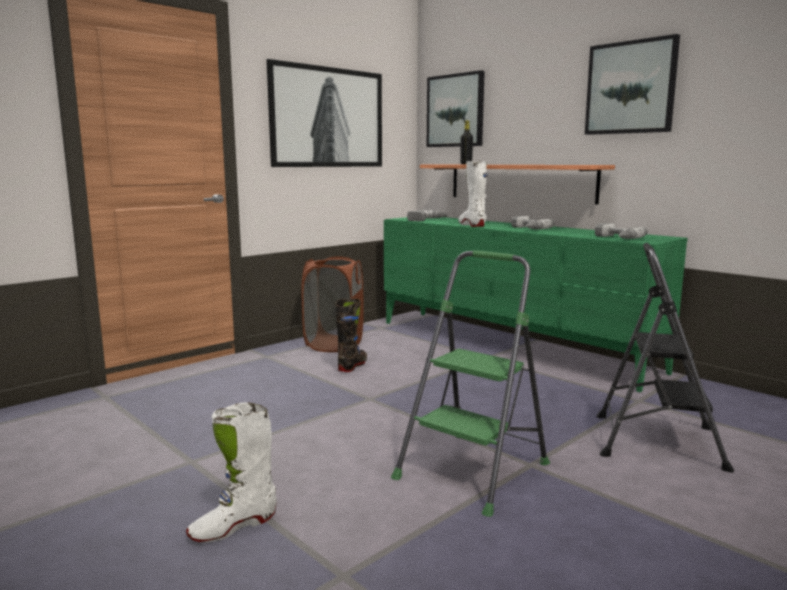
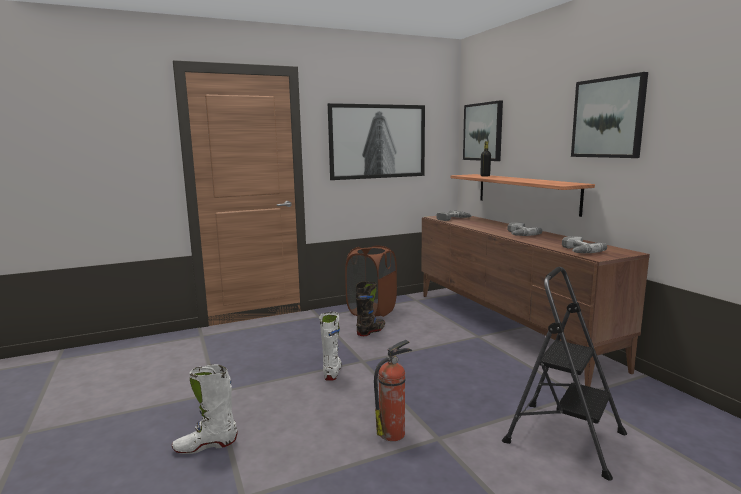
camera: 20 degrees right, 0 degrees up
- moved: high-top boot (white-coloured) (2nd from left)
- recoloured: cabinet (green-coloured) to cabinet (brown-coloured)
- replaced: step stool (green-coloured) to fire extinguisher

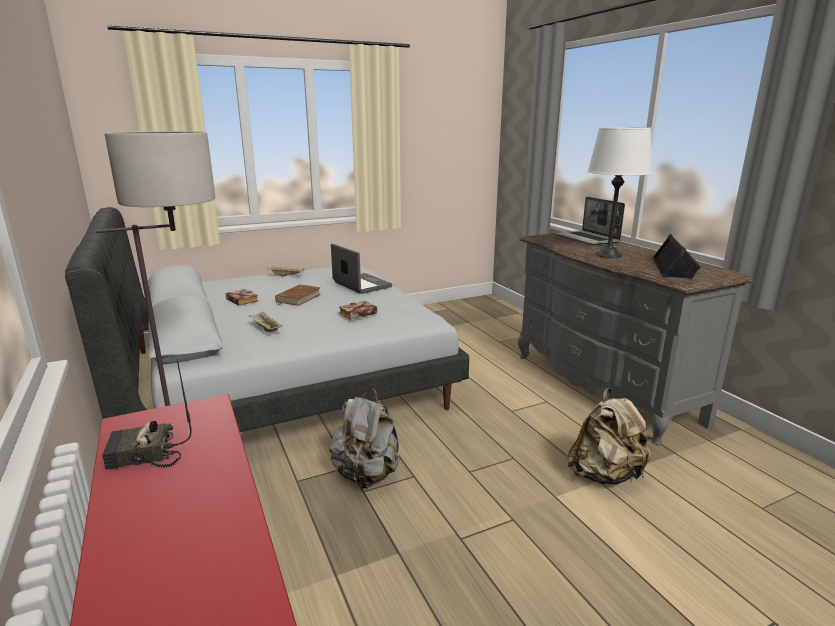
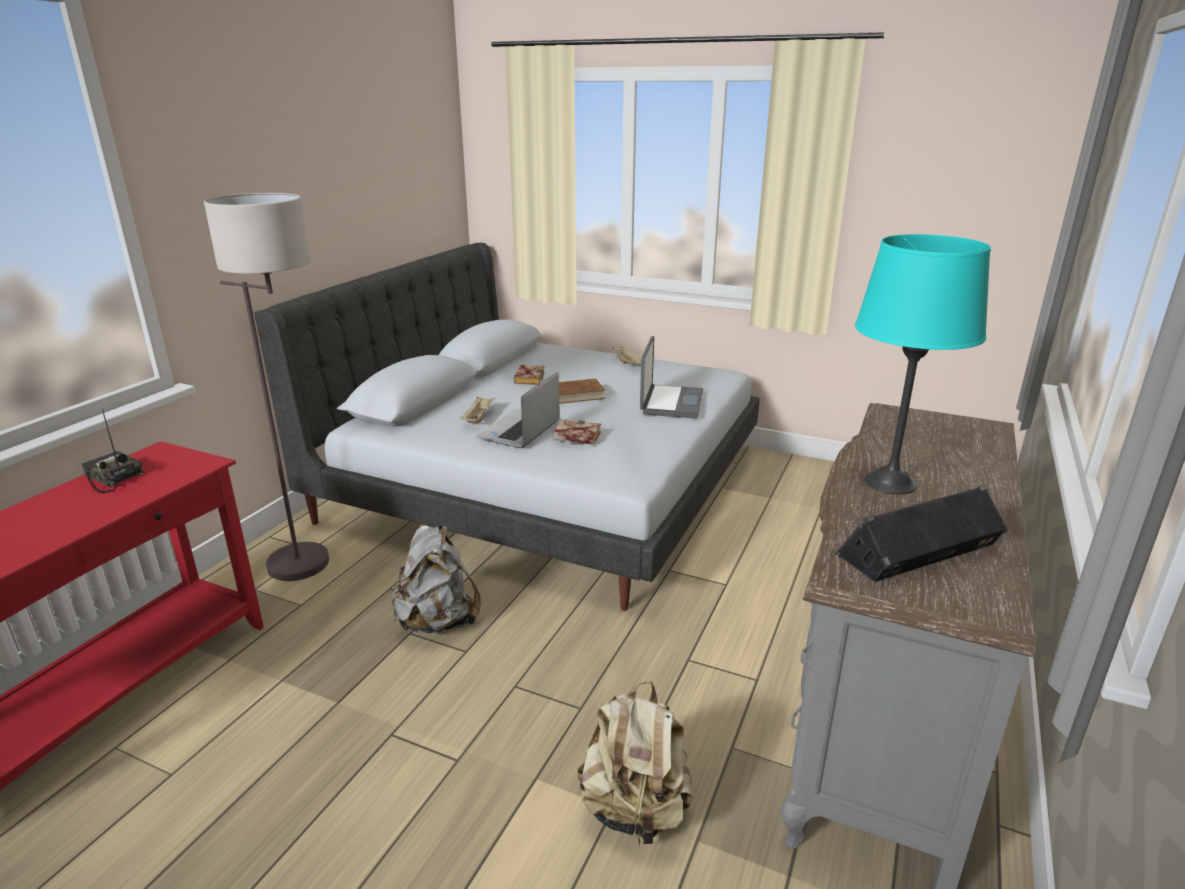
camera: 50 degrees right, 5 degrees up
- recoloured: lamp for a table (white-coloured) to lamp for a table (turquoise)
- moved: notebook computer (2nd from left in the first image) to notebook computer (1st from left)

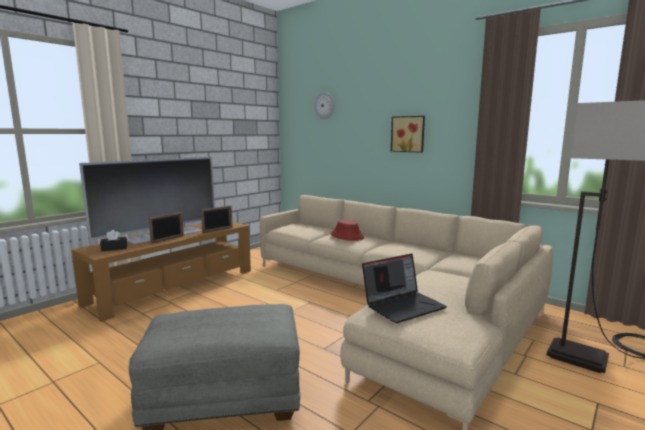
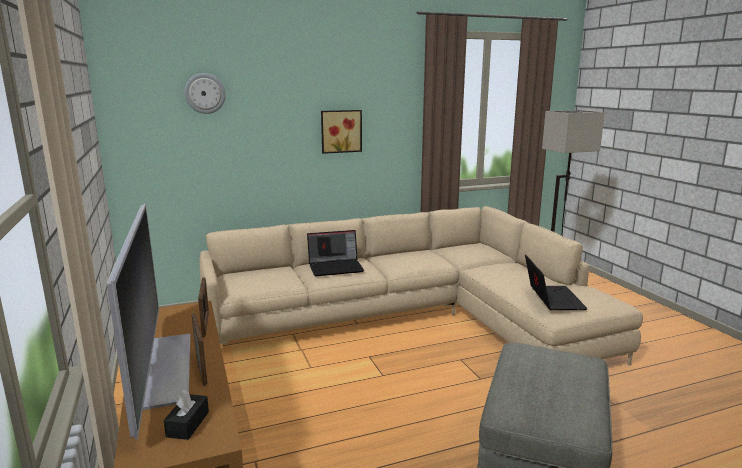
camera: 60 degrees left, 5 degrees up
- replaced: clothing hat (red-coloured) to notebook computer (1st from left)

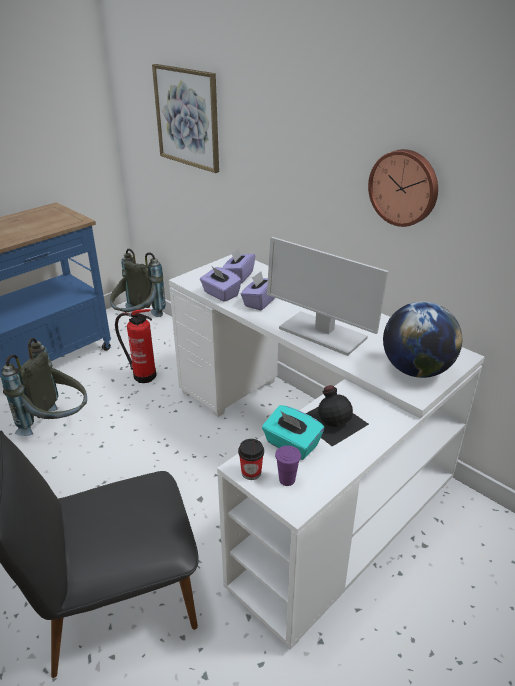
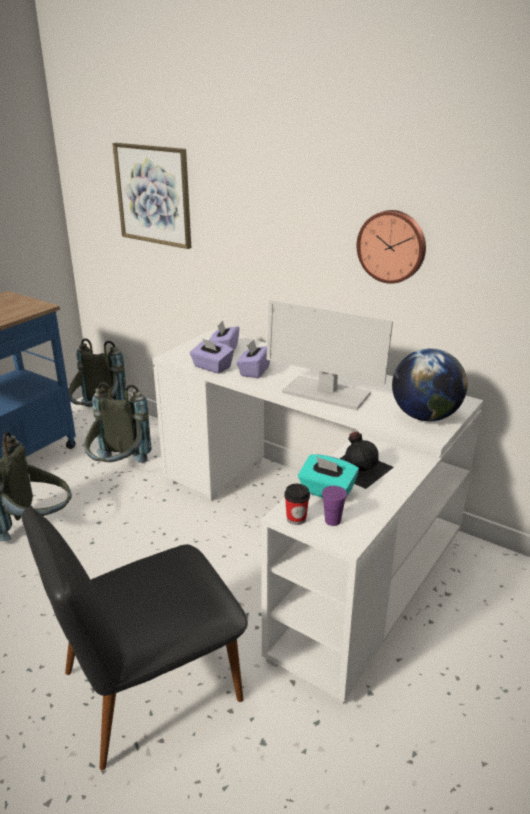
camera: 10 degrees left, 5 degrees down
- replaced: fire extinguisher to rucksack (grey) (3rd from left)

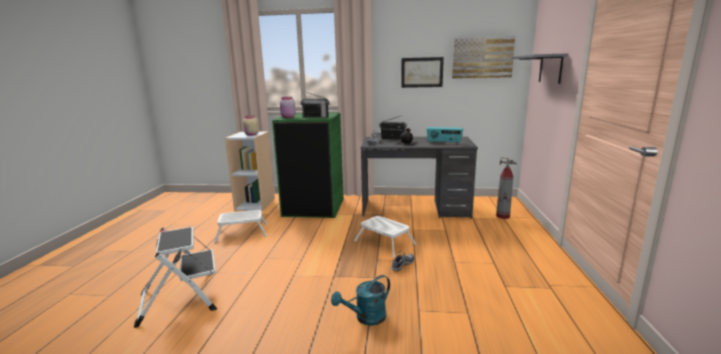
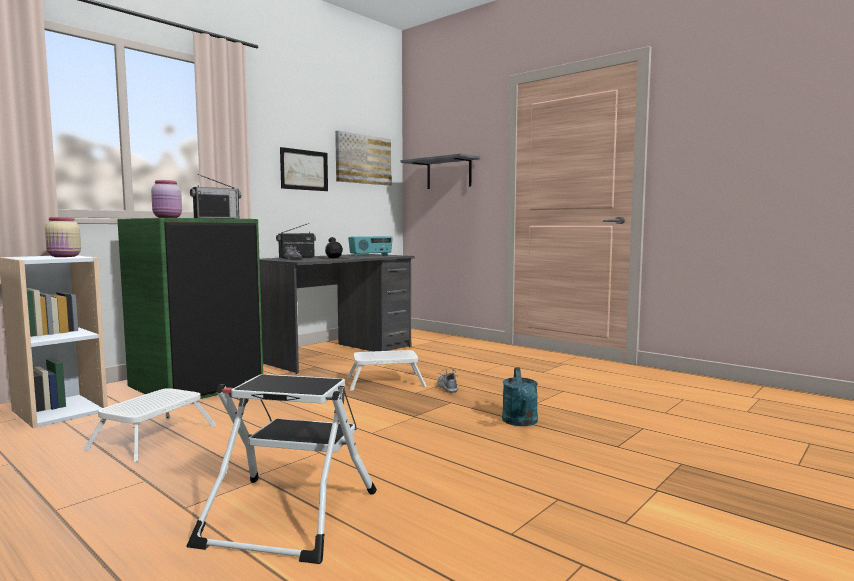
camera: 55 degrees left, 10 degrees down
- removed: fire extinguisher

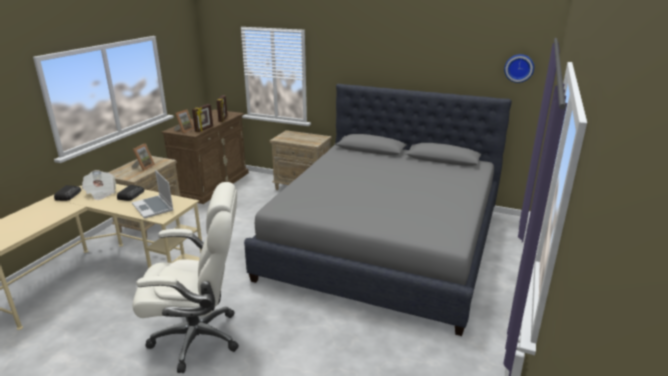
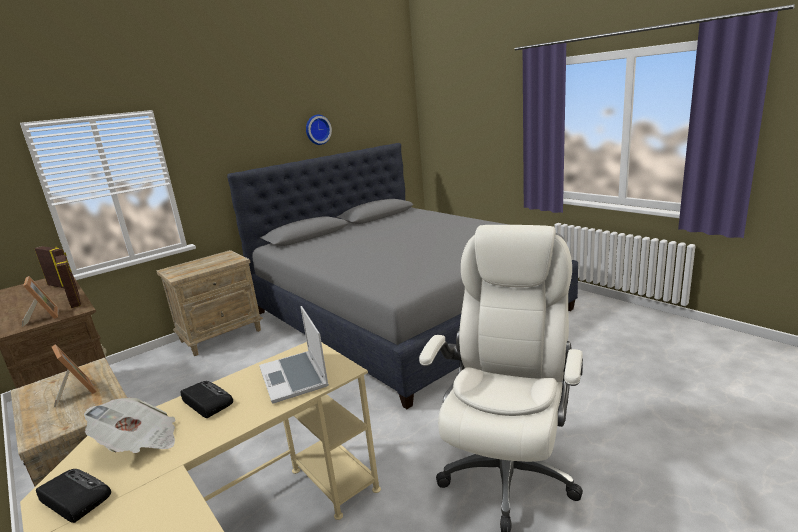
camera: 60 degrees left, 5 degrees down
- moved: wall clock
- turned: notebook computer 75 degrees clockwise

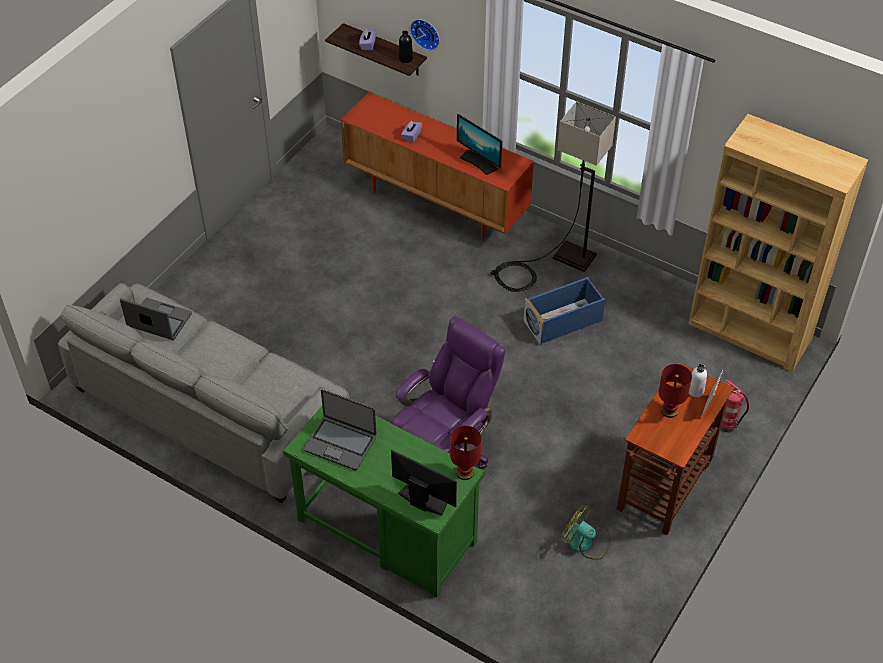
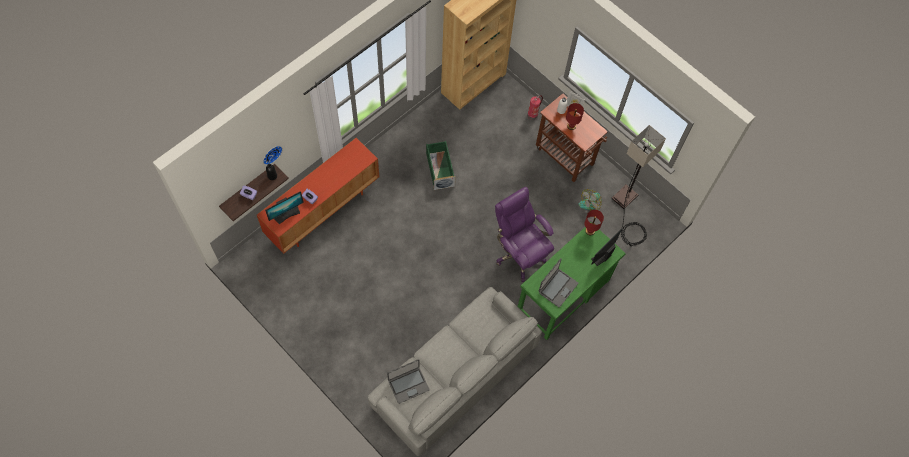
camera: 80 degrees left, 15 degrees up
- moved: standard lamp
- moved: computer screen (2nd from left in the first image) to computer screen (1st from left)
- recoloured: storage bin (blue) to storage bin (green-coloured)
- turned: notebook computer (1st from left) 150 degrees counterclockwise

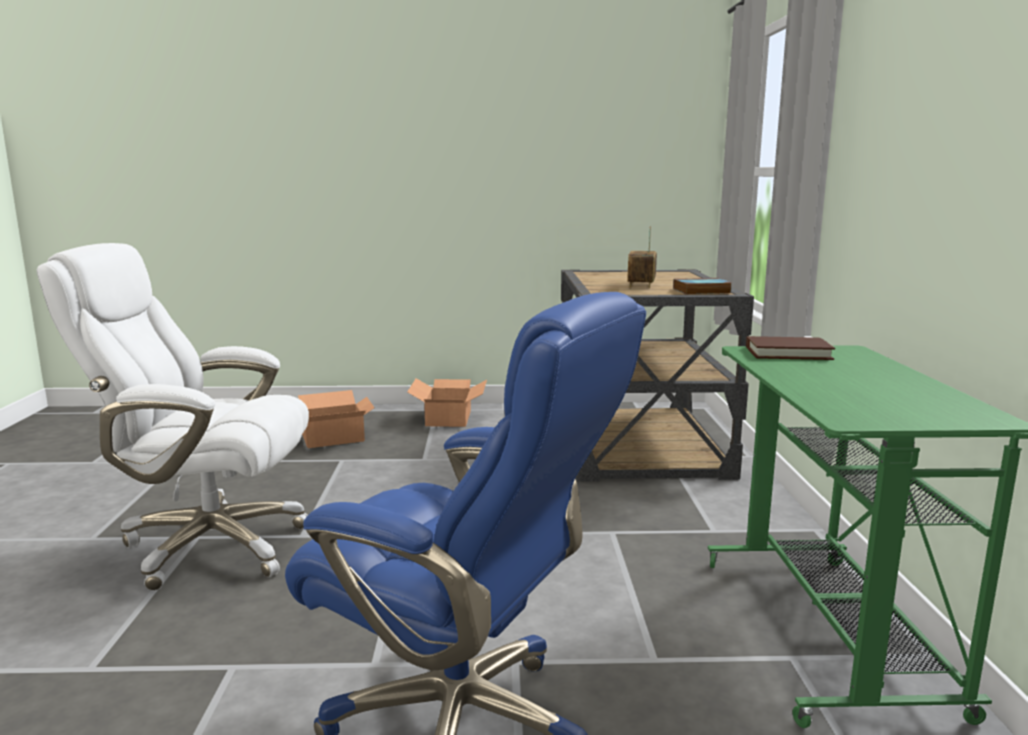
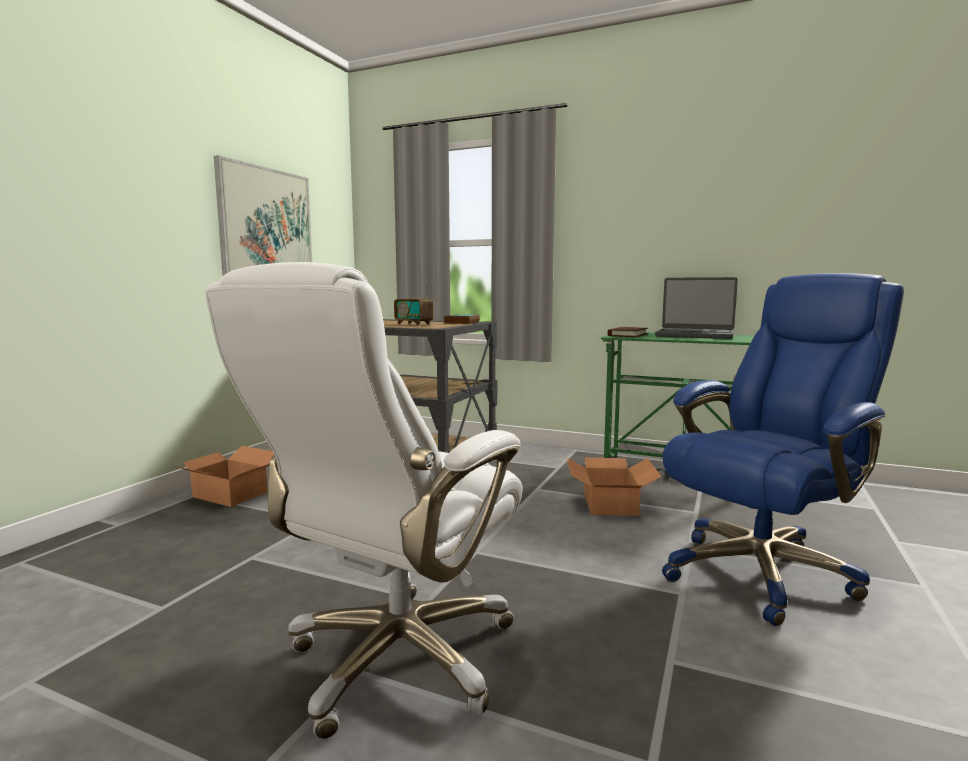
camera: 65 degrees left, 5 degrees down
- moved: carton (1st from left in the first image) to carton (2nd from left)
- added: wall picture
- added: notebook computer

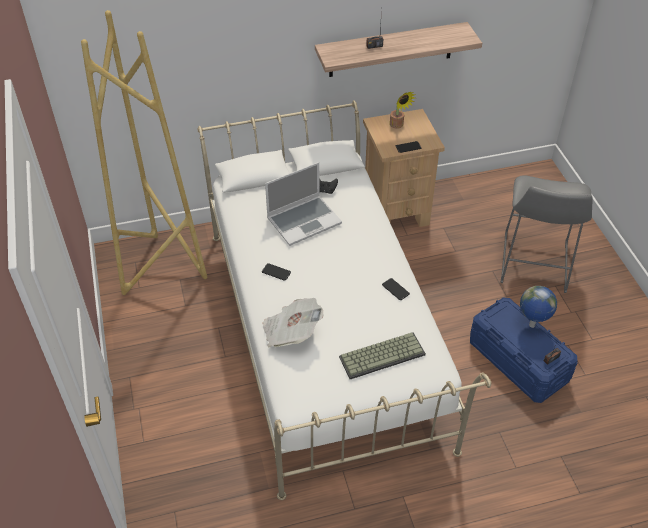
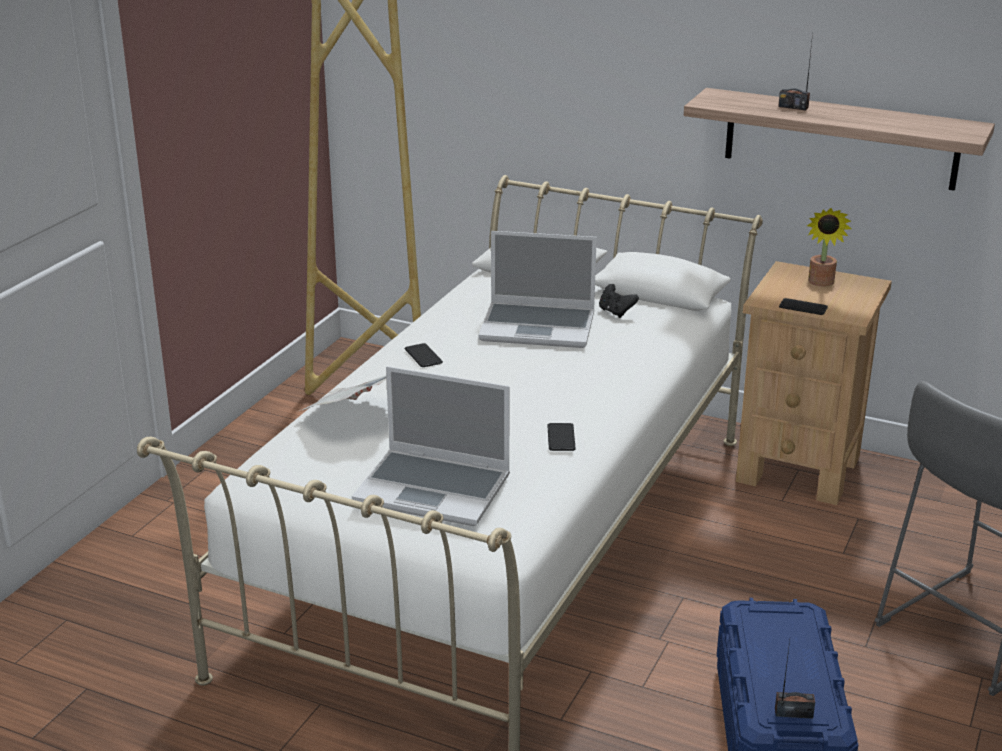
camera: 40 degrees right, 20 degrees down
- removed: desk globe
- replaced: computer keyboard to notebook computer (1st from left)

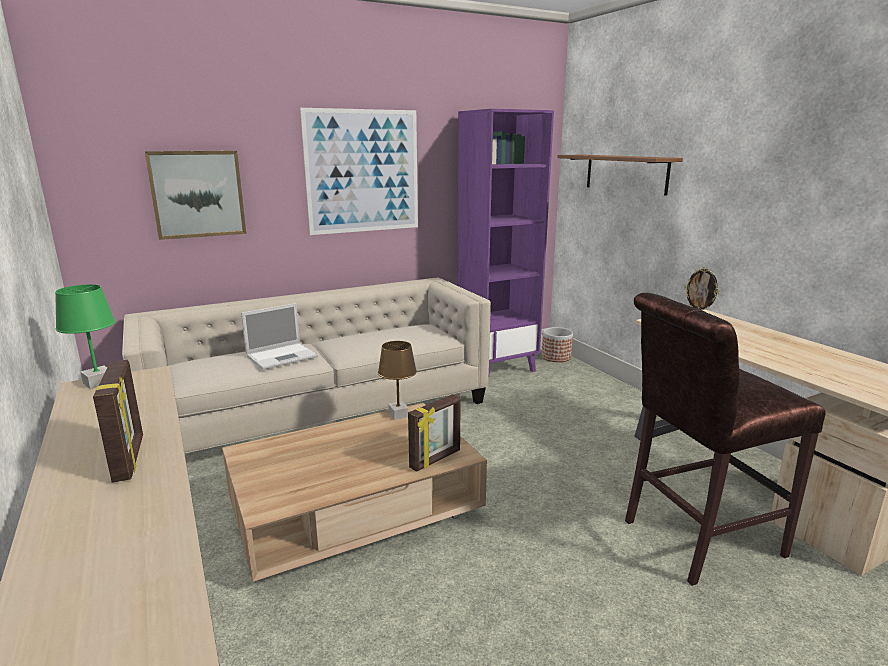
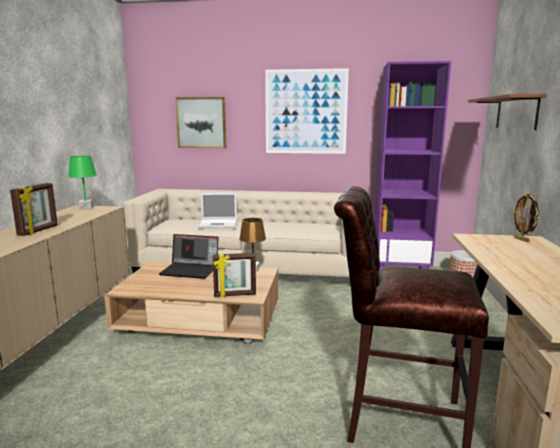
camera: 35 degrees right, 5 degrees down
- added: notebook computer (1st from left)

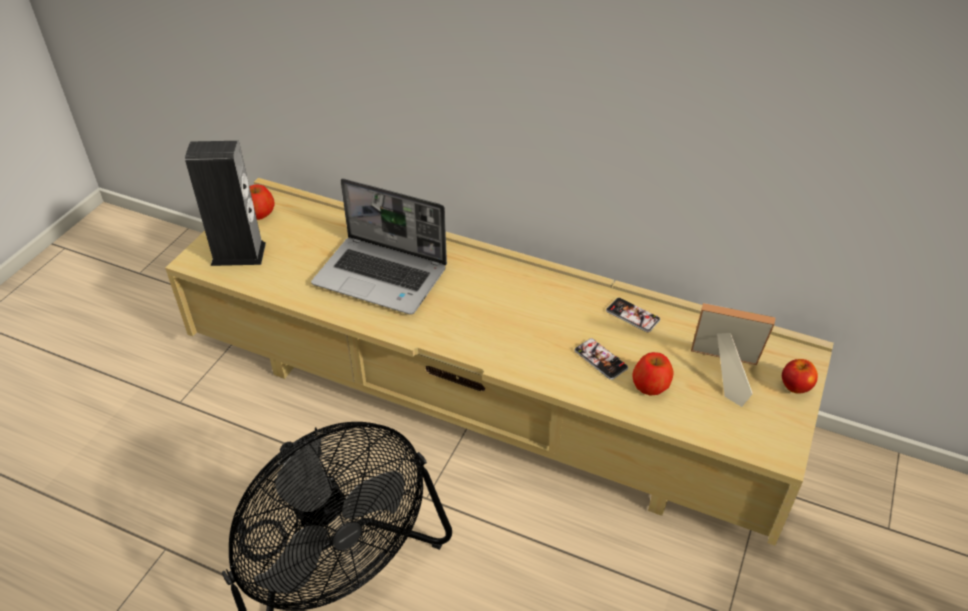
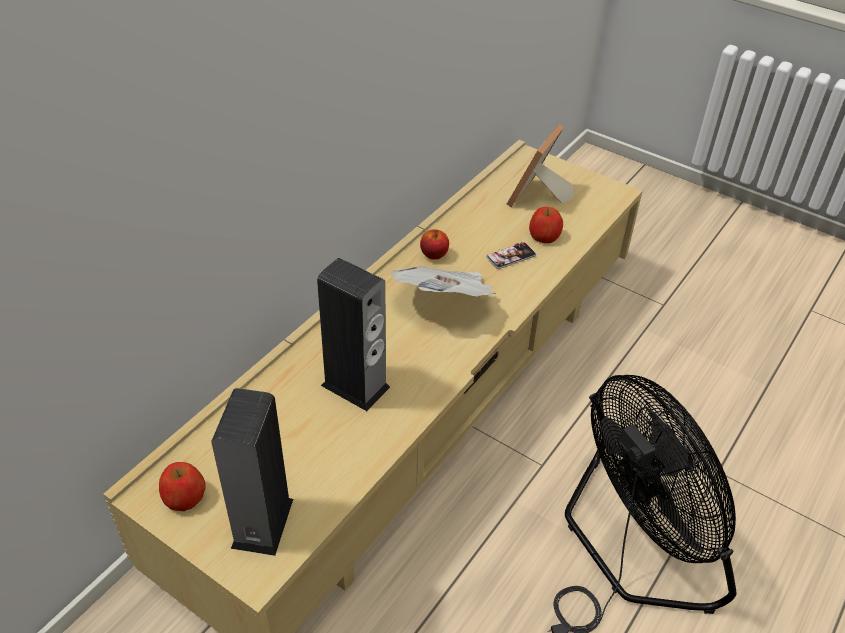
camera: 80 degrees left, 0 degrees up
- replaced: notebook computer to loudspeaker (2nd from left)
- removed: handset (2nd from left)
- moved: apple (3rd from left in the first image) to apple (2nd from left)
- added: daily paper

